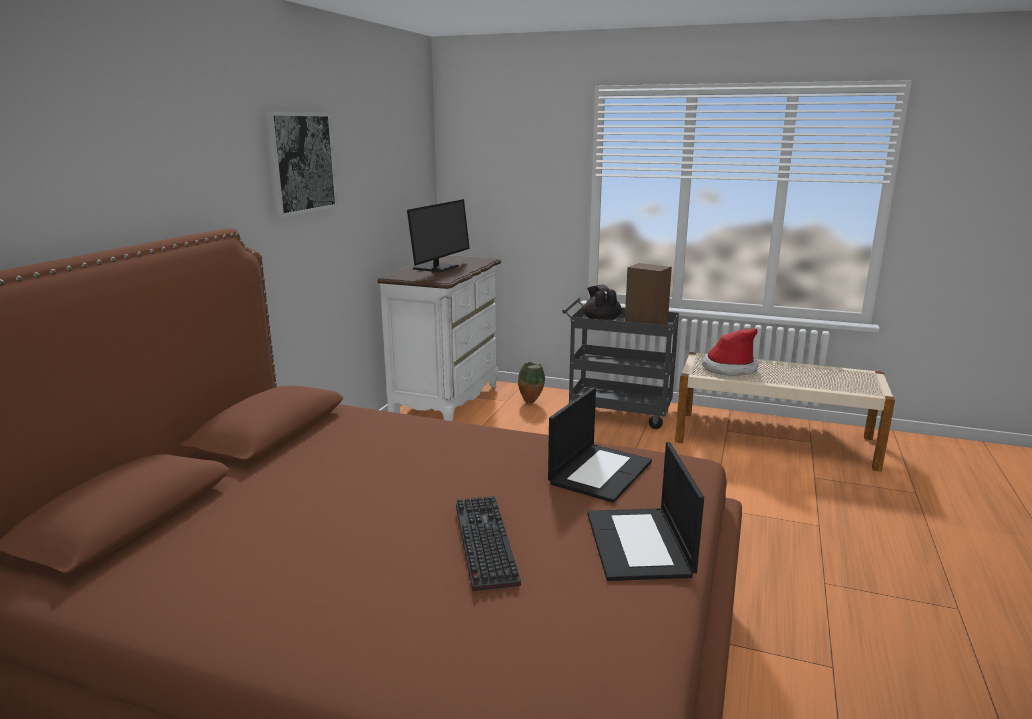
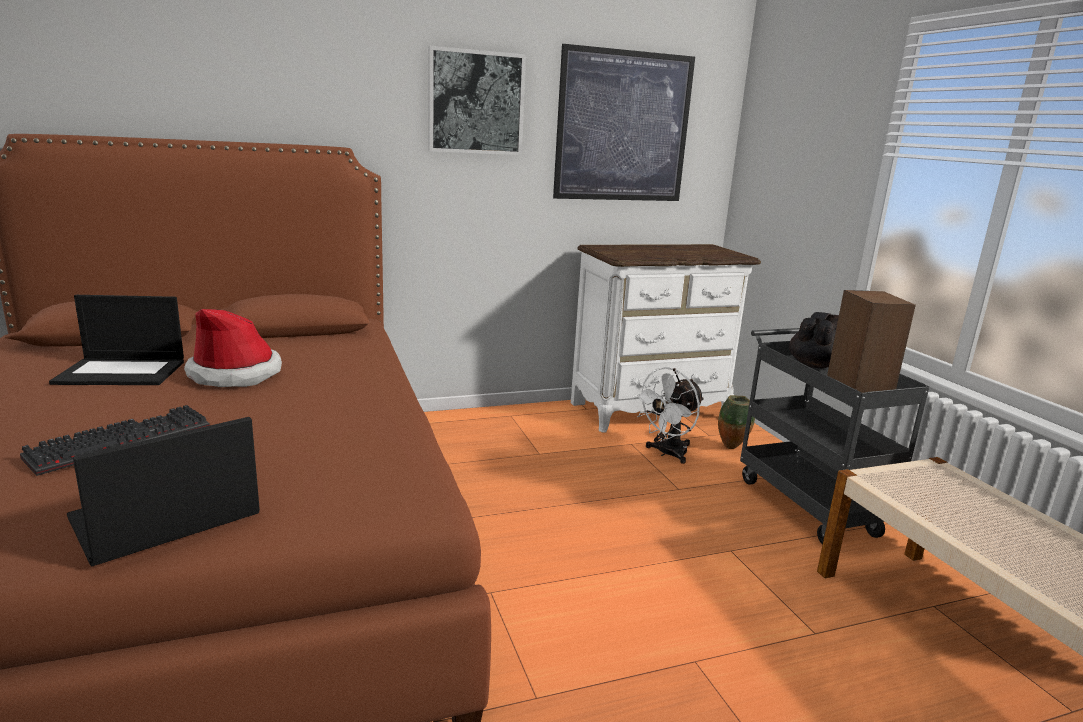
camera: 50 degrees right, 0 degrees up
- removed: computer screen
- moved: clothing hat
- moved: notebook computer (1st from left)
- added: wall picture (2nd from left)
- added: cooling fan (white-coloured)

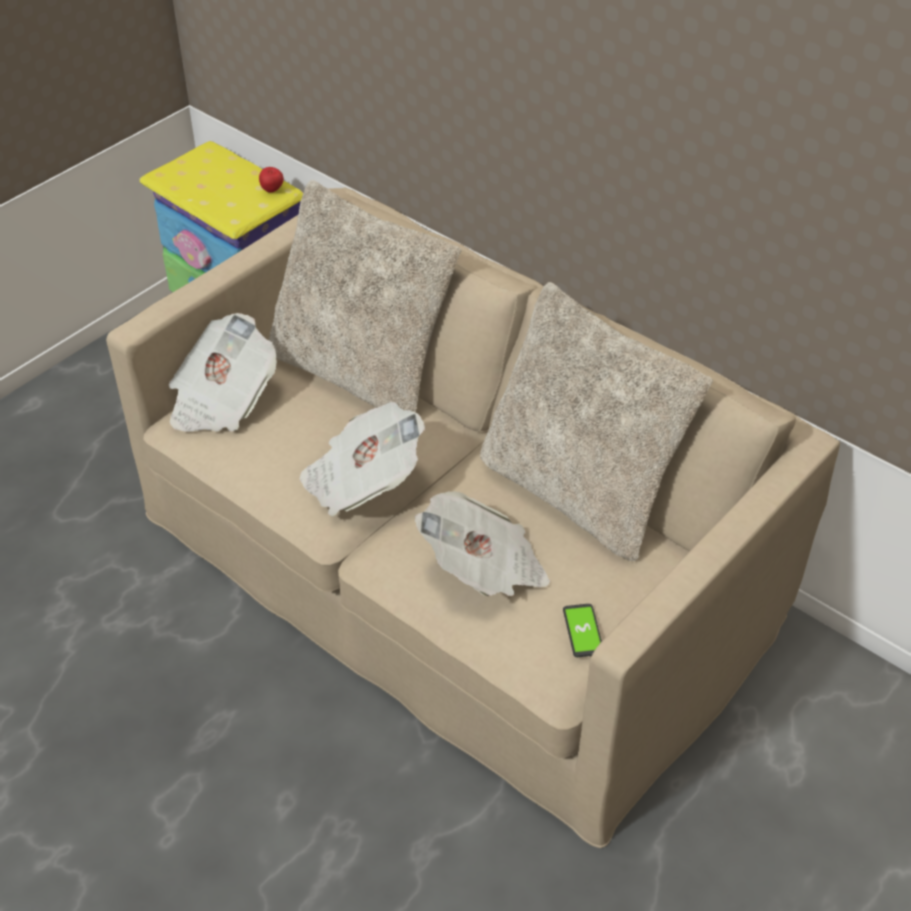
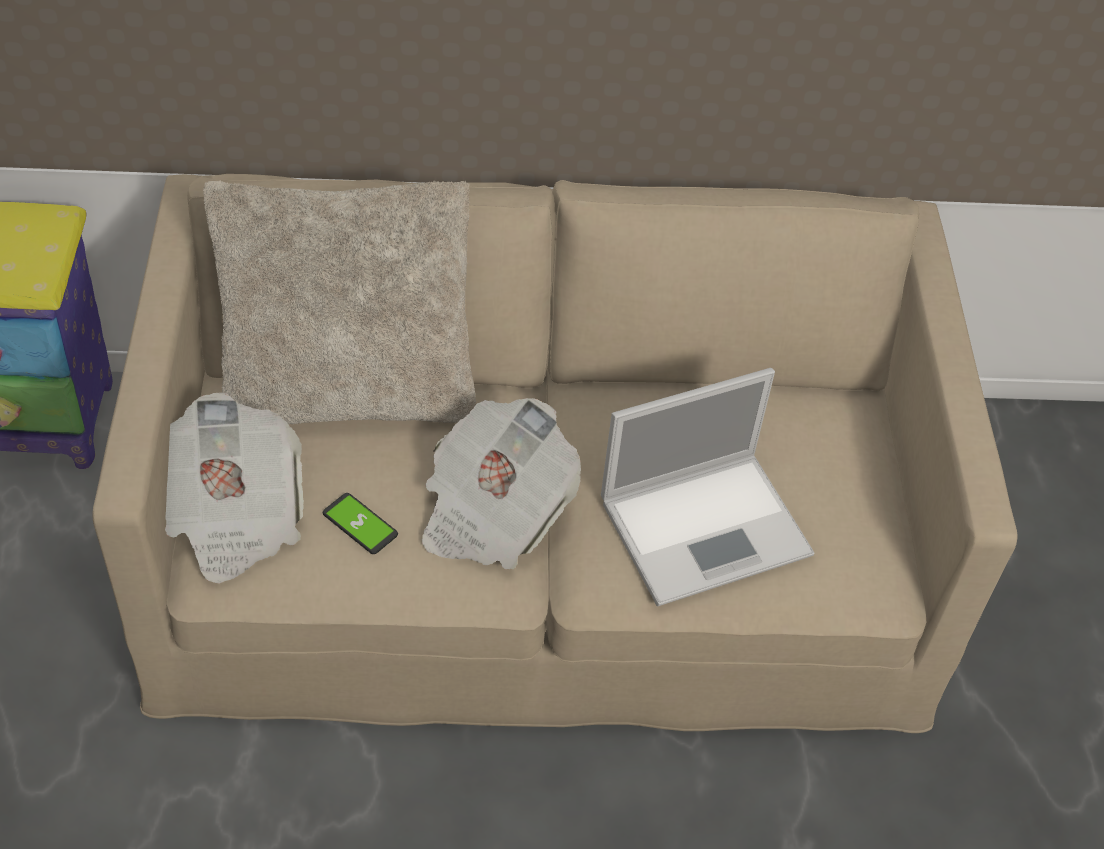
camera: 45 degrees left, 5 degrees up
- removed: apple
- removed: pillow (sand-coloured) (2nd from left)
- replaced: daily paper (3rd from left) to notebook computer
- moved: handset

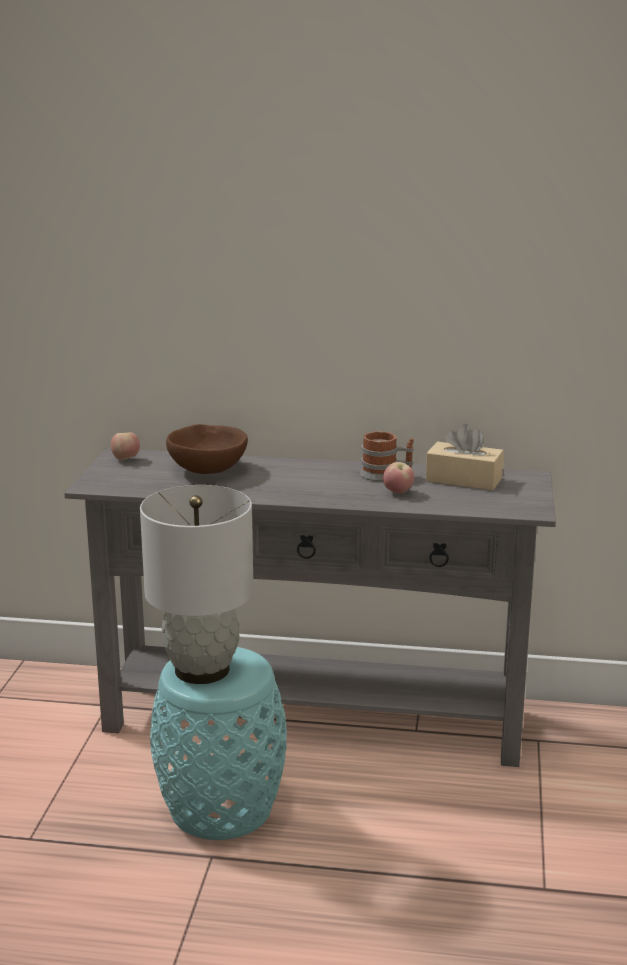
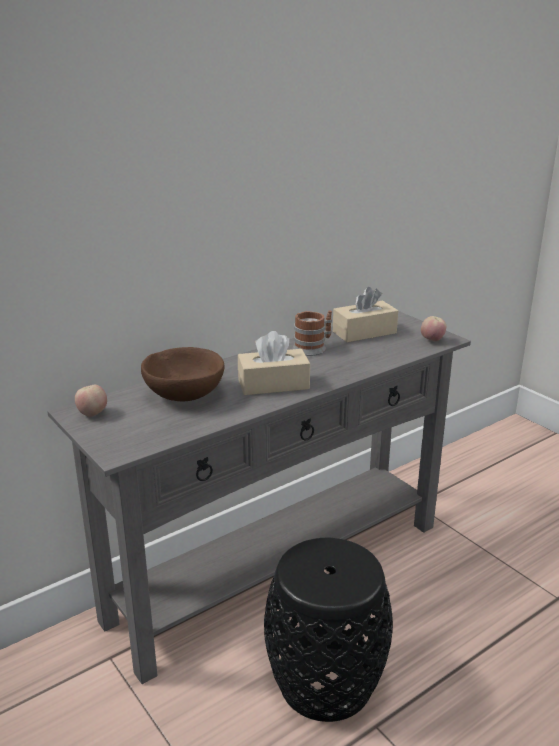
camera: 45 degrees left, 5 degrees up
- moved: apple (2nd from left)
- removed: lamp for a table (white-coloured)
- recoloured: sitting stool (turquoise) to sitting stool (blackish)
- added: tissue box (sand-coloured) (1st from left)

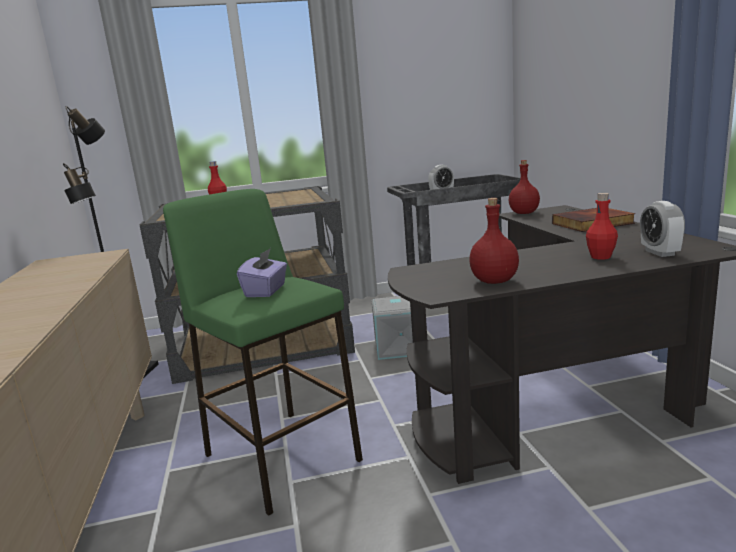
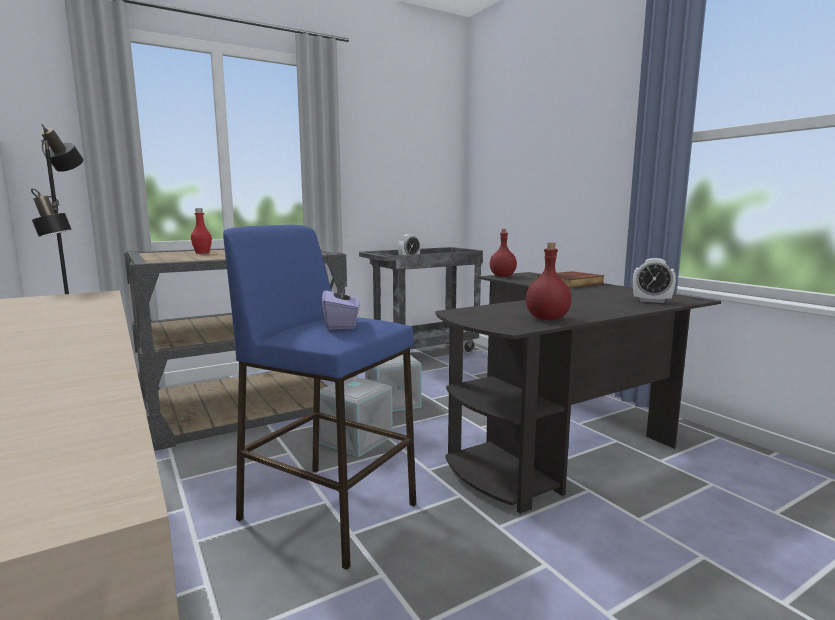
camera: 20 degrees left, 5 degrees down
- recoloured: sitting stool (green-coloured) to sitting stool (blue)
- removed: bottle (red-coloured) (4th from left)
- turned: table clock (2nd from left) 45 degrees counterclockwise
- added: storage bin (grey) (1st from left)

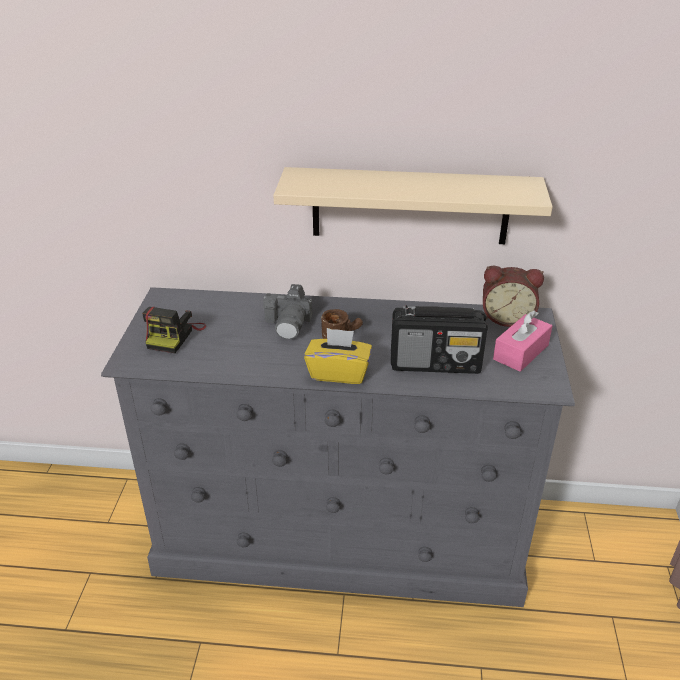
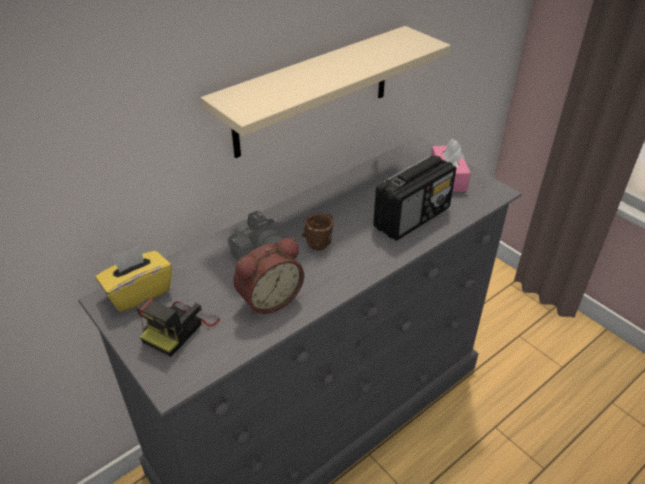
camera: 45 degrees left, 5 degrees up
- moved: table clock
- turned: still camera (1st from left) 60 degrees clockwise
- moved: tissue box (yellow-coloured)

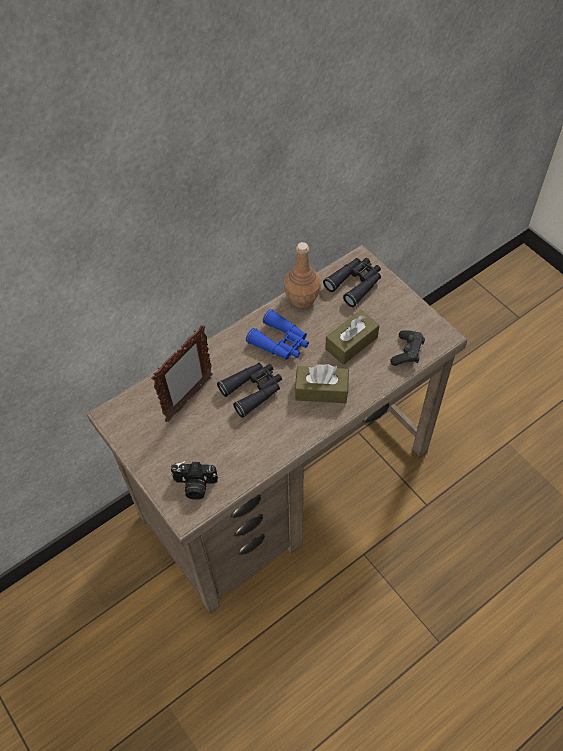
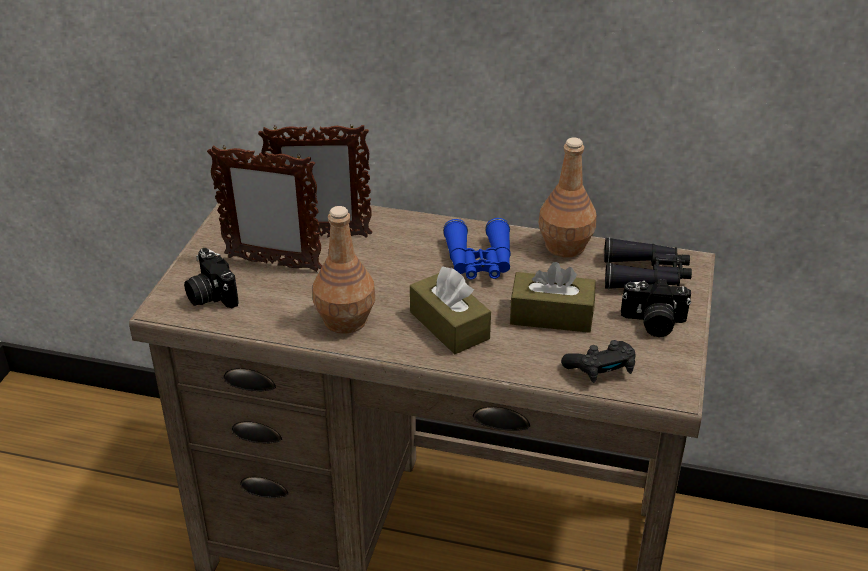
camera: 50 degrees right, 20 degrees down
- removed: field glasses (blackish) (1st from left)
- added: picture frame (1st from left)
- added: bottle (brown-coloured) (1st from left)
- added: still camera (2nd from left)

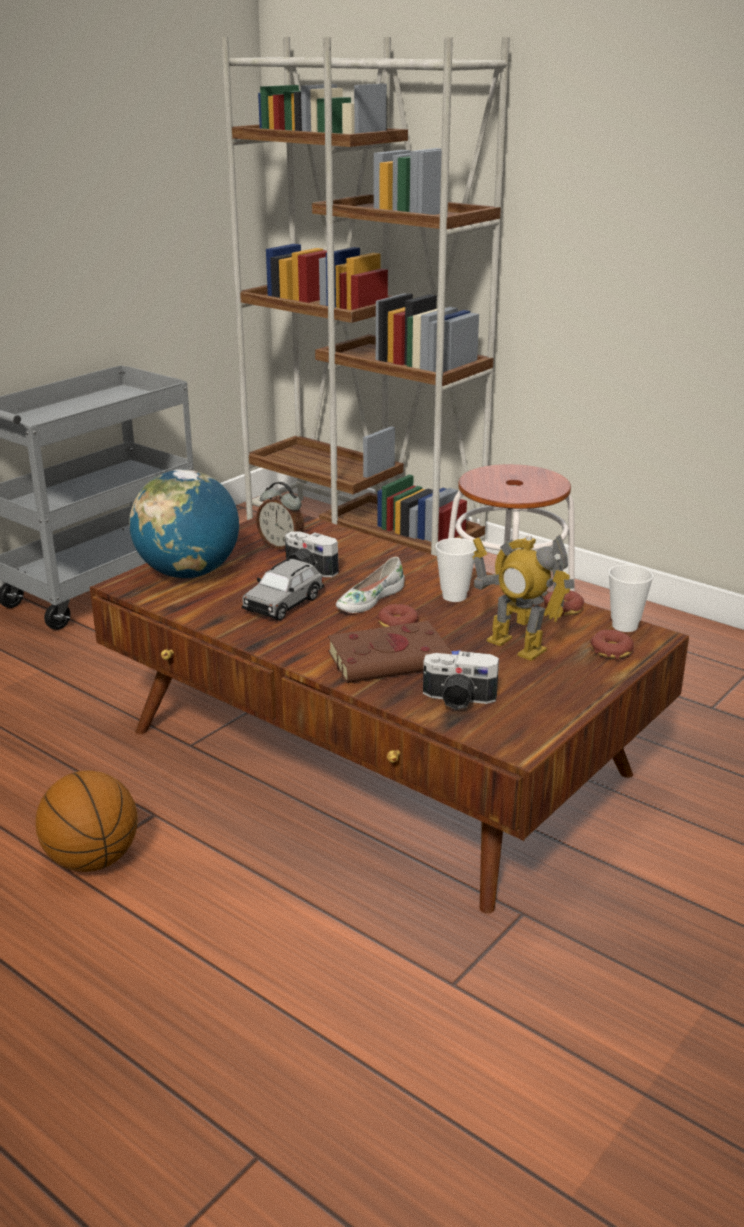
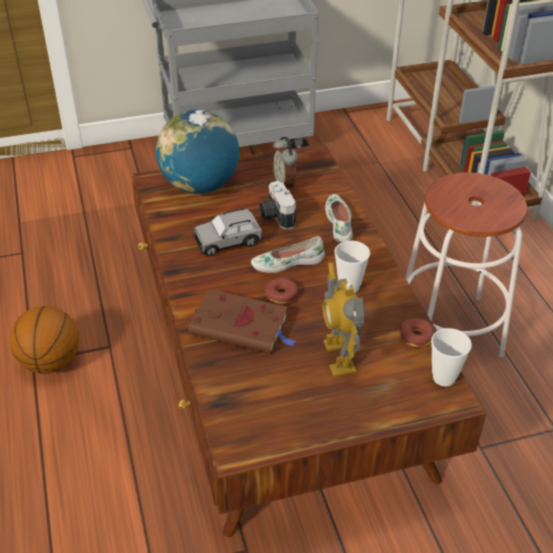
camera: 35 degrees right, 15 degrees up
- removed: donut (3rd from left)
- removed: still camera (2nd from left)
- added: shoe (white-coloured) (2nd from left)

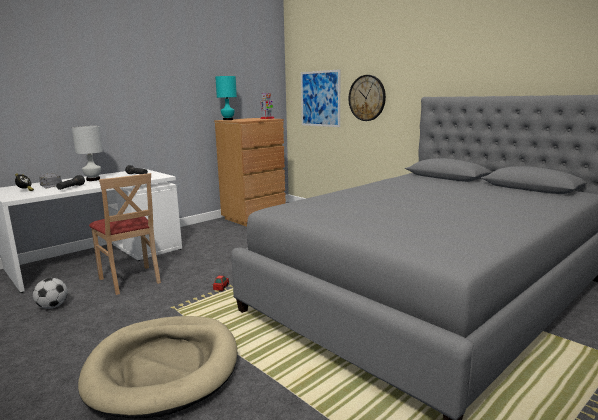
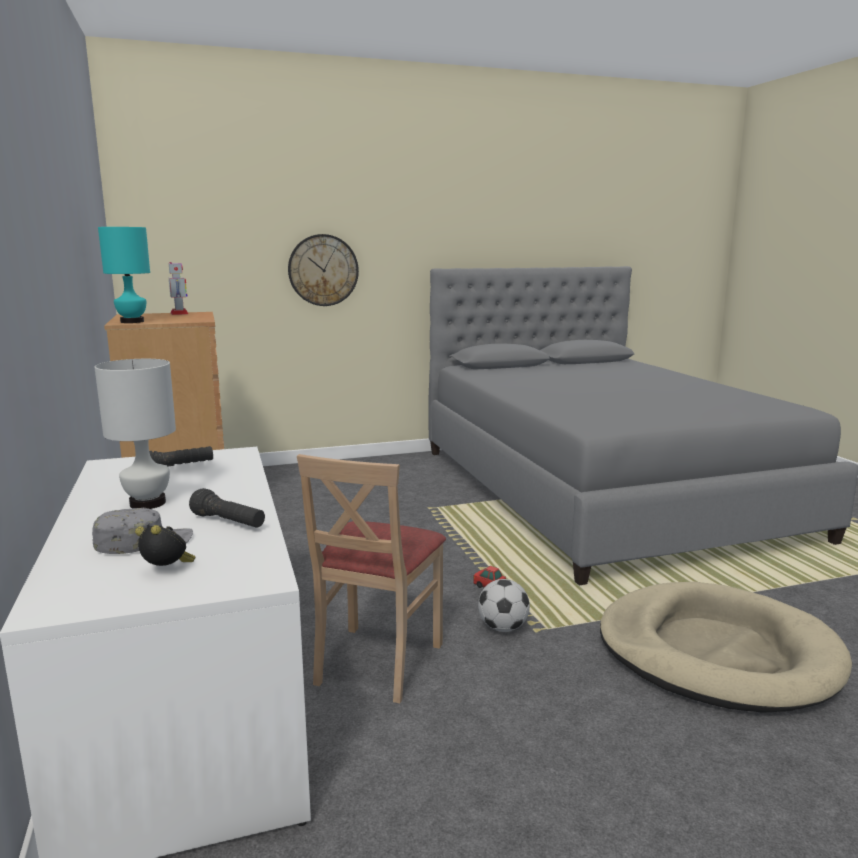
camera: 65 degrees left, 0 degrees up
- removed: wall picture
- turned: upright chair (sand-coloured) 120 degrees clockwise
- moved: ball for football

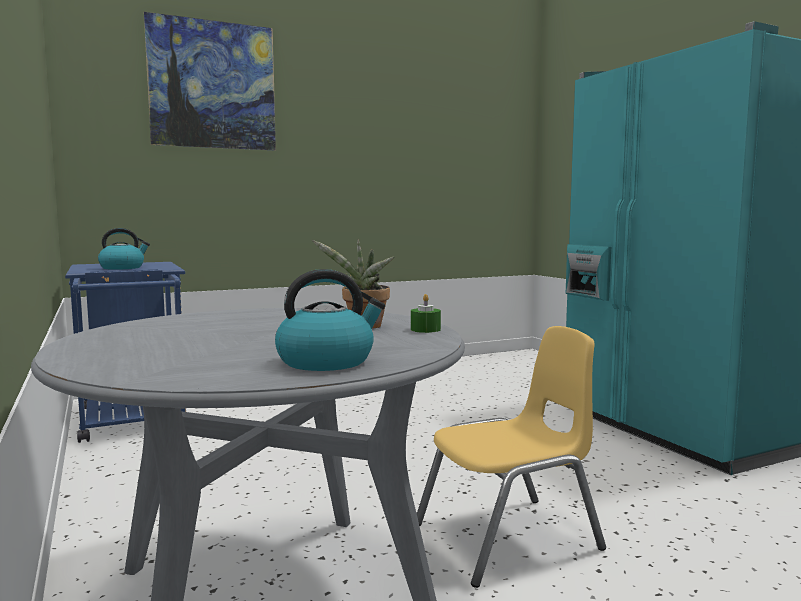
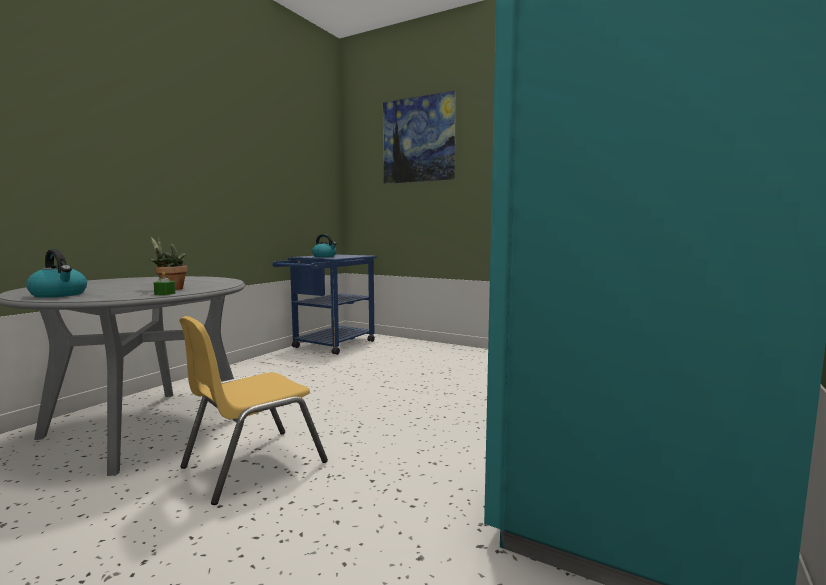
camera: 55 degrees right, 0 degrees up
- turned: upright chair (yellow-coloured) 105 degrees clockwise

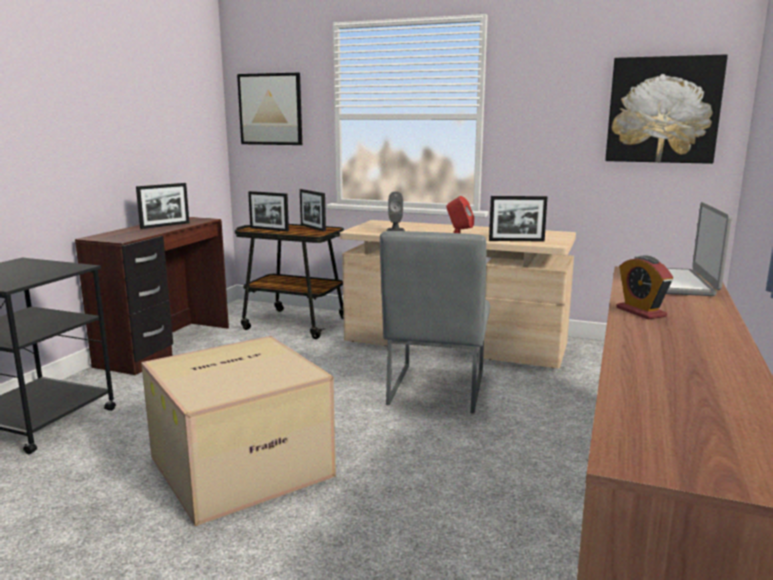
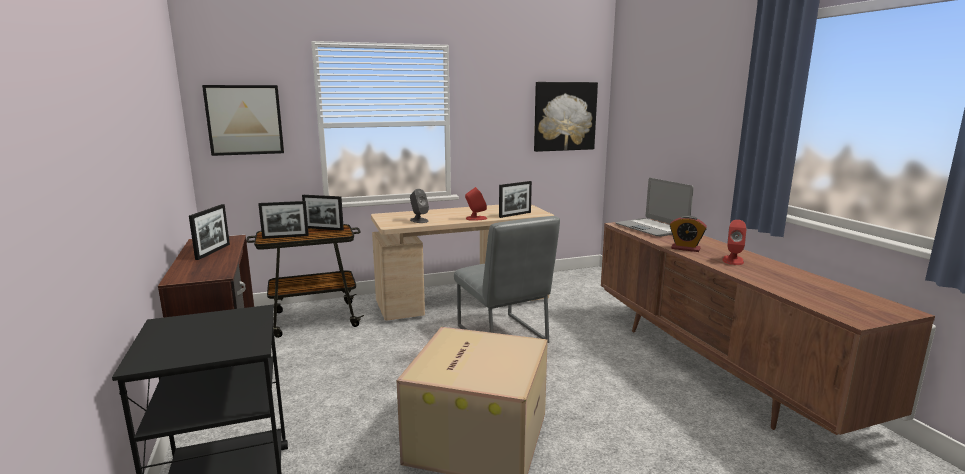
camera: 40 degrees left, 0 degrees up
- added: loudspeaker (red-coloured) (2nd from left)

